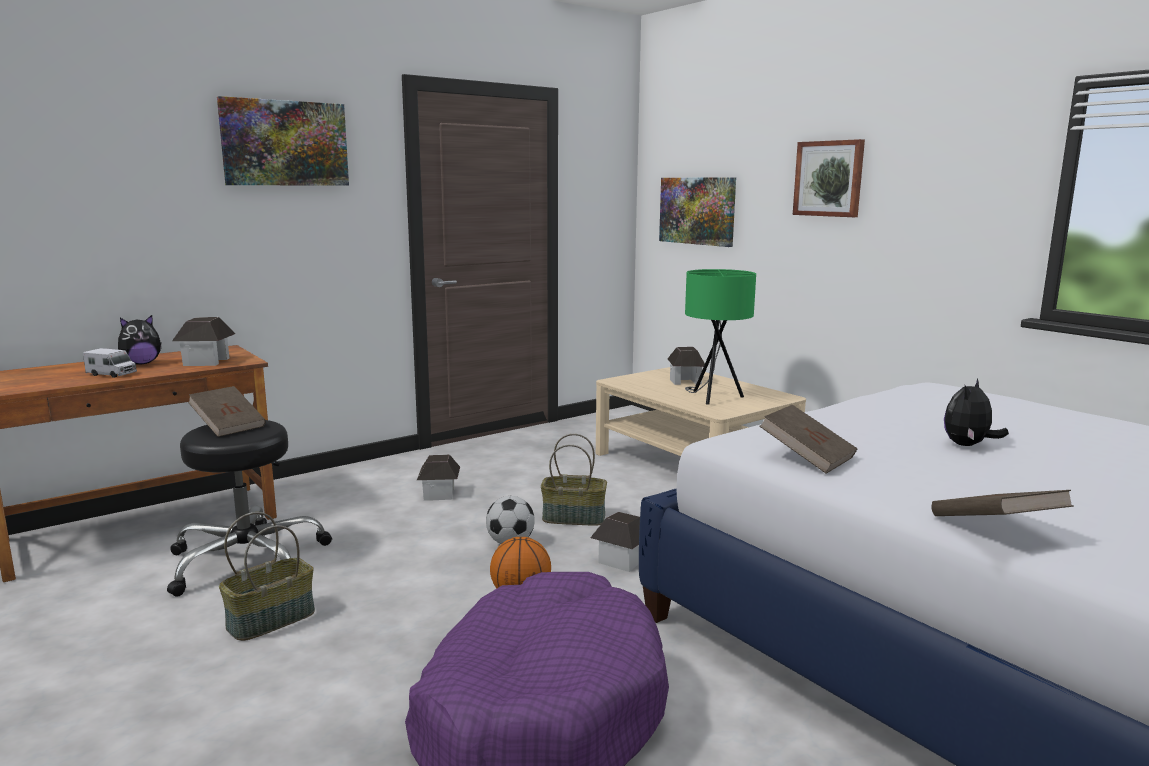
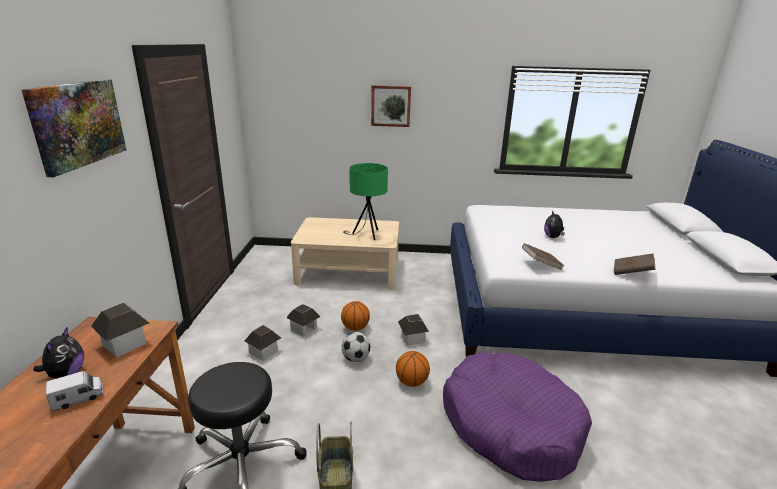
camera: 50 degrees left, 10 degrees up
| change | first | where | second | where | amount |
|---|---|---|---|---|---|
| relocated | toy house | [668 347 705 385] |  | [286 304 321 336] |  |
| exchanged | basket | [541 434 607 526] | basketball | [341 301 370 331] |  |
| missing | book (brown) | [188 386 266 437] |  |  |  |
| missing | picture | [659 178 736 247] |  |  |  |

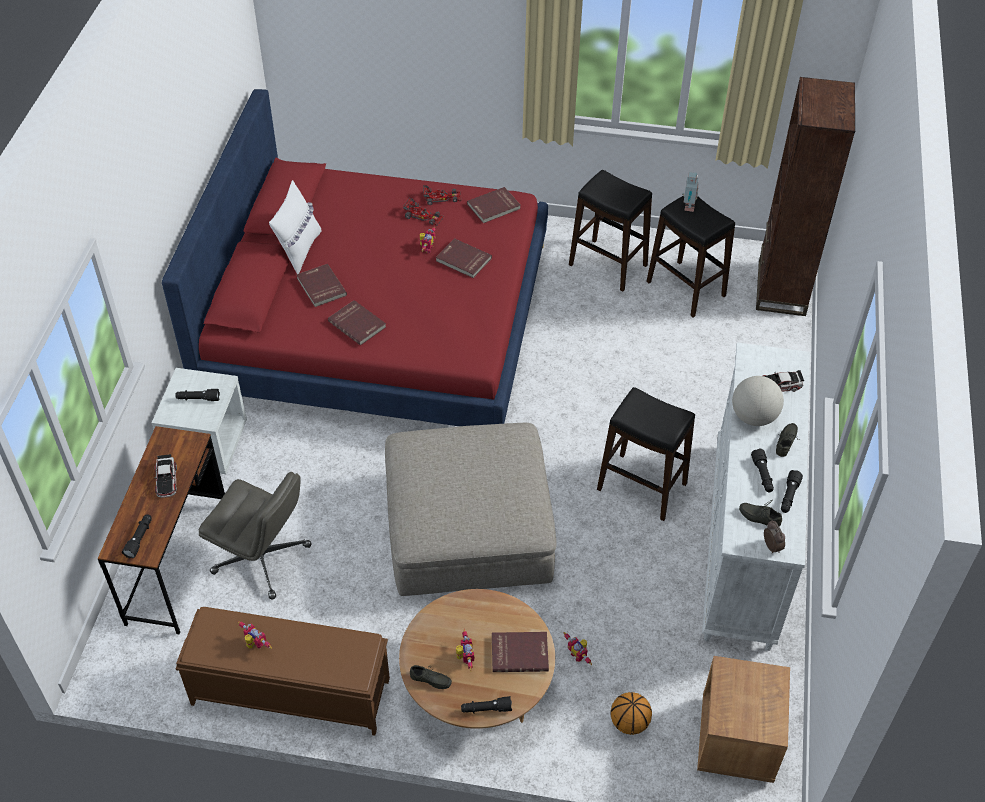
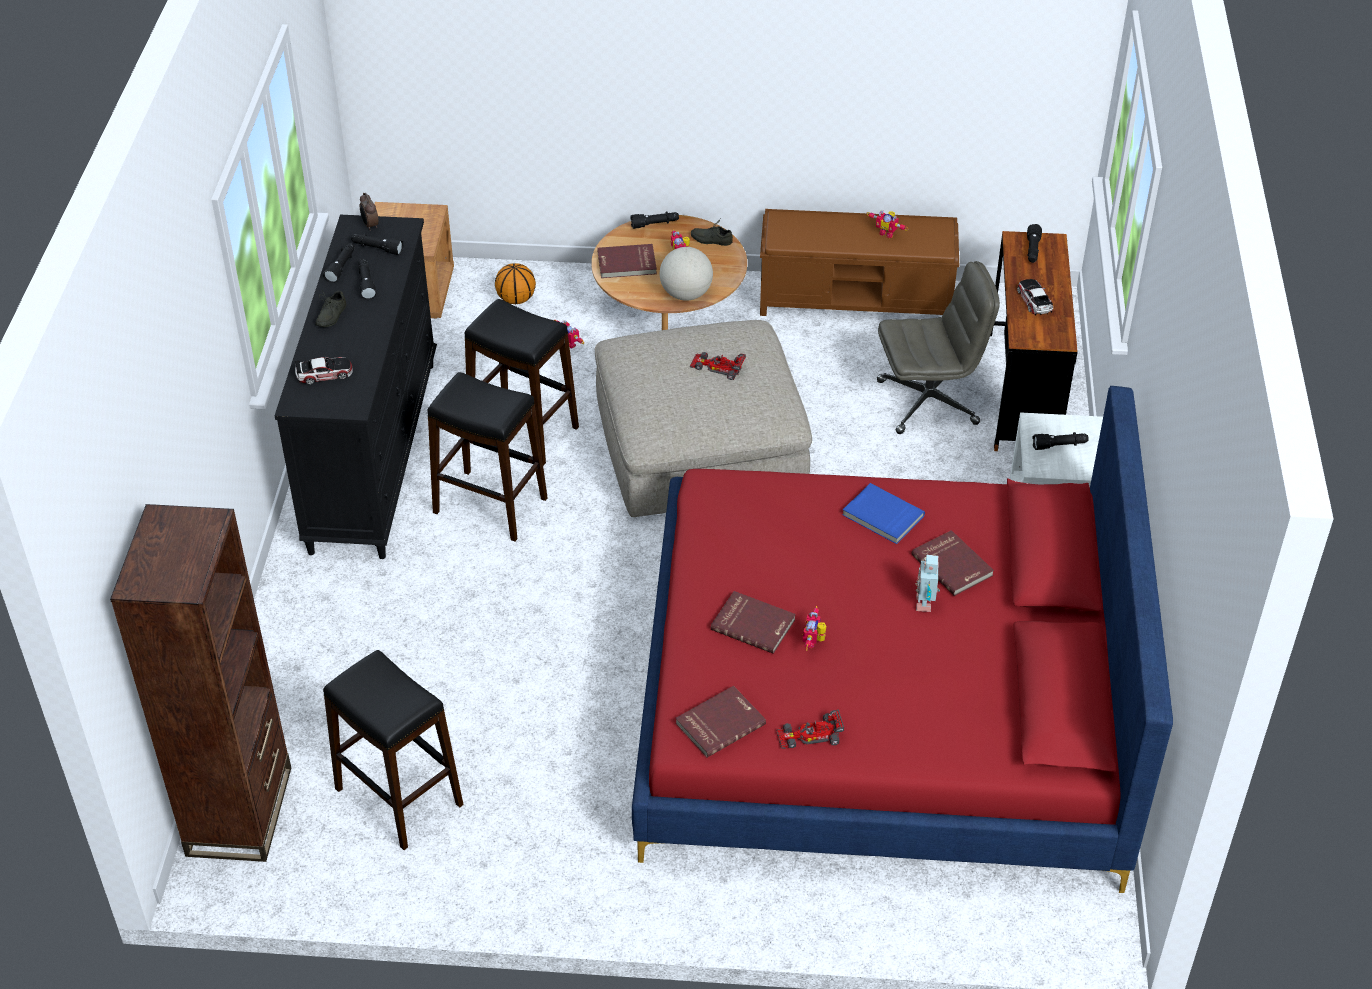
camera: 175 degrees right, 5 degrees down
| change | first | where | second | where | amount |
|---|---|---|---|---|---|
| colour | dresser (white) | [702 343 810 651] | dresser (black) | [275 215 437 559] |  |
| exchanged | shoe (grey) | [739 500 782 527] | flashlight (black) | [351 234 404 255] |  |
| relocated | stool (black) | [569 170 652 291] |  | [465 299 579 466] |  |
| relocated | globe | [732 376 784 426] |  | [660 247 713 301] |  |
| relocated | toy car | [403 198 444 226] |  | [690 352 746 380] |  |
| colour | book (red) | [328 300 386 345] | book (blue) | [842 483 925 544] |  |
| spun | office chair (grey) | [199 472 312 600] |  | [877 261 1000 434] | 150 degrees clockwise |
| relocated | toy robot | [682 172 698 212] |  | [916 555 940 612] |  |
| missing | pillow (white) | [269 180 322 274] |  |  |  |

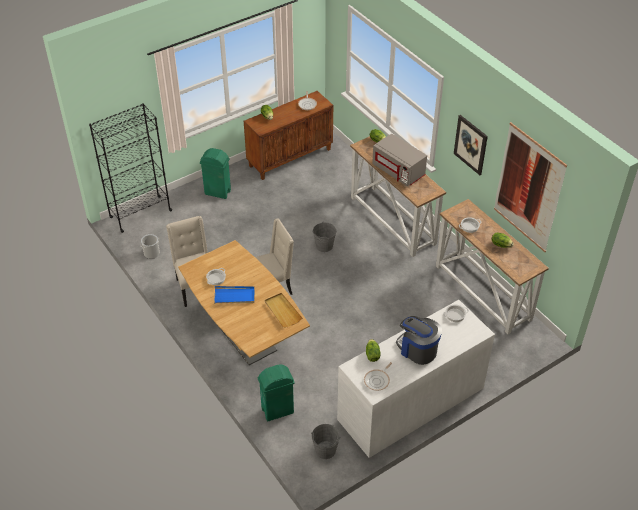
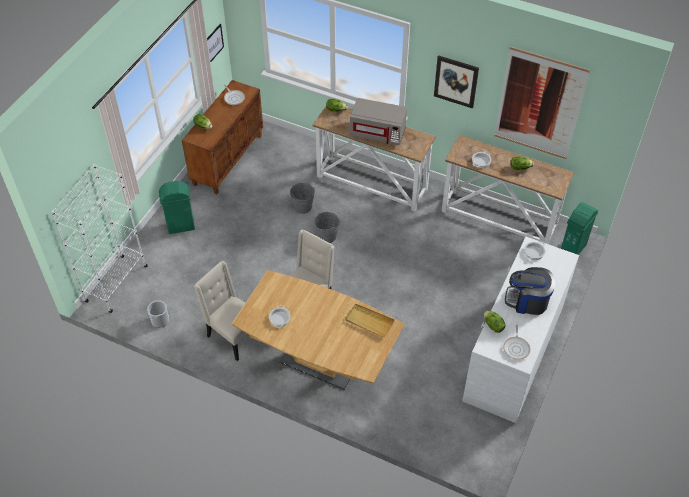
camera: 30 degrees left, 5 degrees up
| change | first | where | second | where | amount |
|---|---|---|---|---|---|
| colour | bookcase (black) | [89 103 172 233] | bookcase (white) | [52 164 148 313] |  |
| appeared |  |  | picture | [207 24 224 62] |  |
| relocated | bucket (grey) | [311 424 340 459] |  | [290 183 315 214] |  |
| relocated | trash can (green) | [258 365 295 422] |  | [561 202 598 255] |  |
| missing | tray (blue) | [214 286 255 303] |  |  |  |

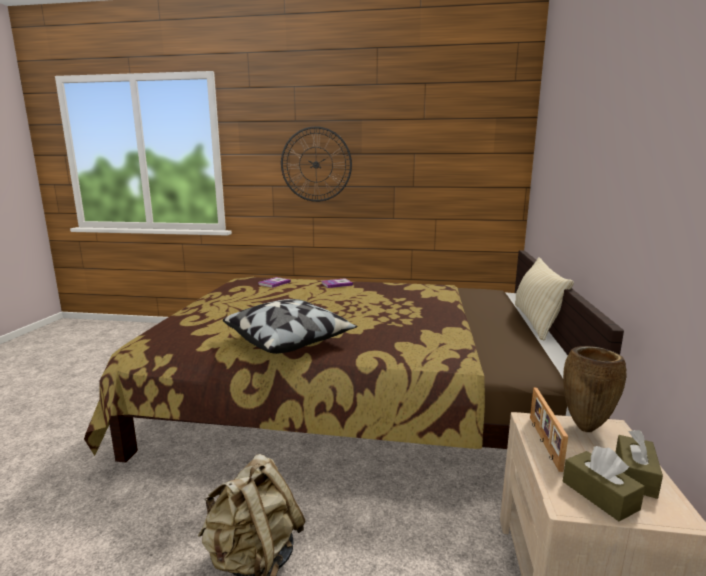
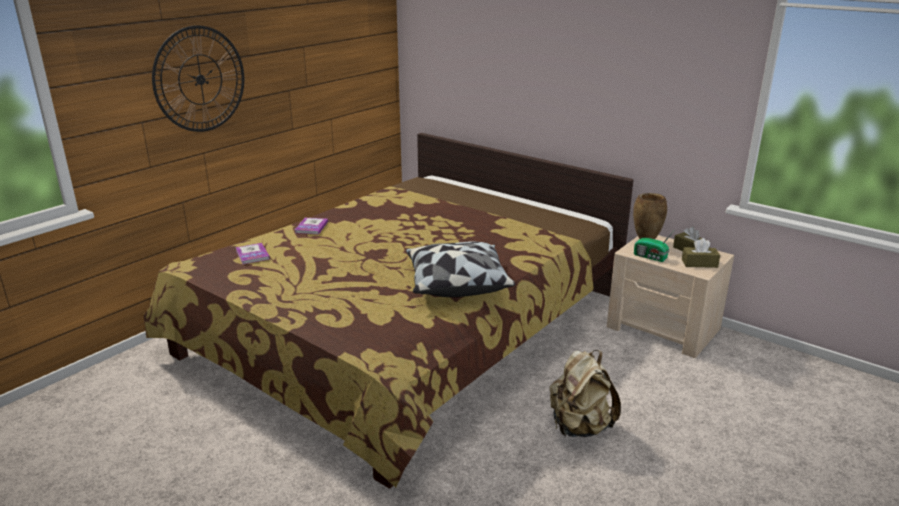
camera: 60 degrees left, 10 degrees up
| change | first | where | second | where | amount |
|---|---|---|---|---|---|
| exchanged | picture frame | [530 388 568 472] | radio | [634 232 673 262] |  |
| missing | pillow (beige) | [515 257 574 341] |  |  |  |

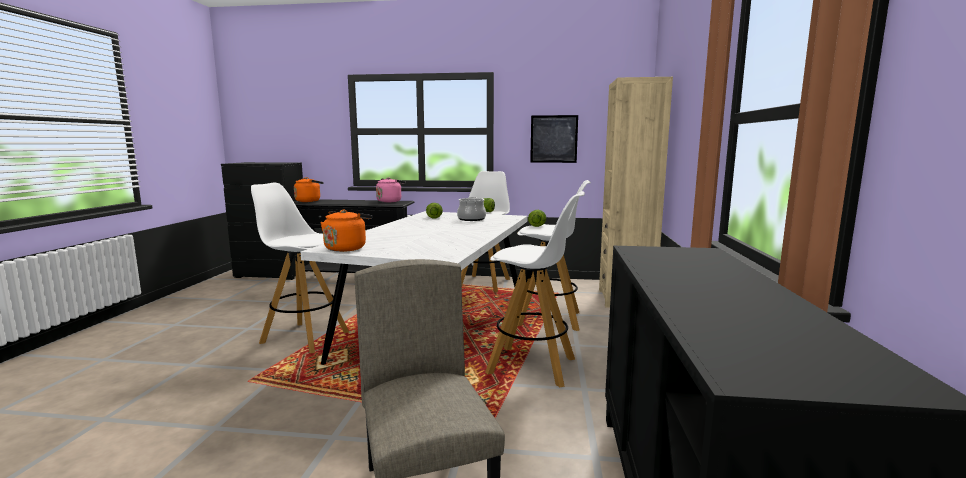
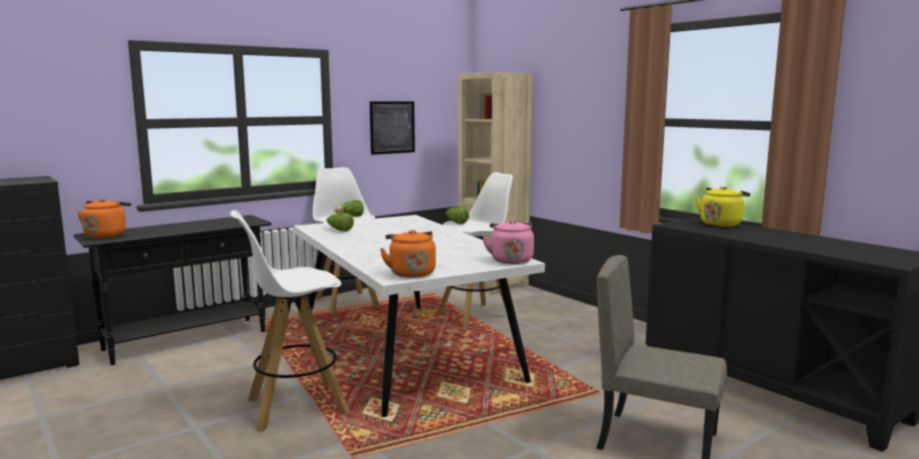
camera: 45 degrees left, 0 degrees up
| change | first | where | second | where | amount |
|---|---|---|---|---|---|
| relocated | kettle (pink) | [376 177 406 202] |  | [482 220 534 264] |  |
| appeared |  |  | kettle (yellow) | [695 186 750 227] |  |
| missing | cooking pot | [457 197 486 221] |  |  |  |
| missing | stool (white) | [485 191 585 387] |  |  |  |

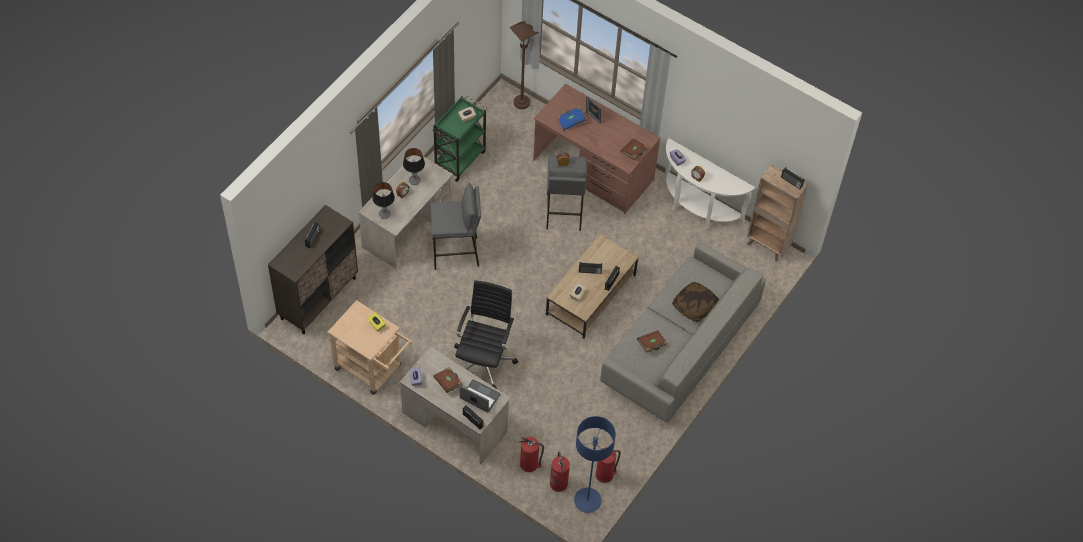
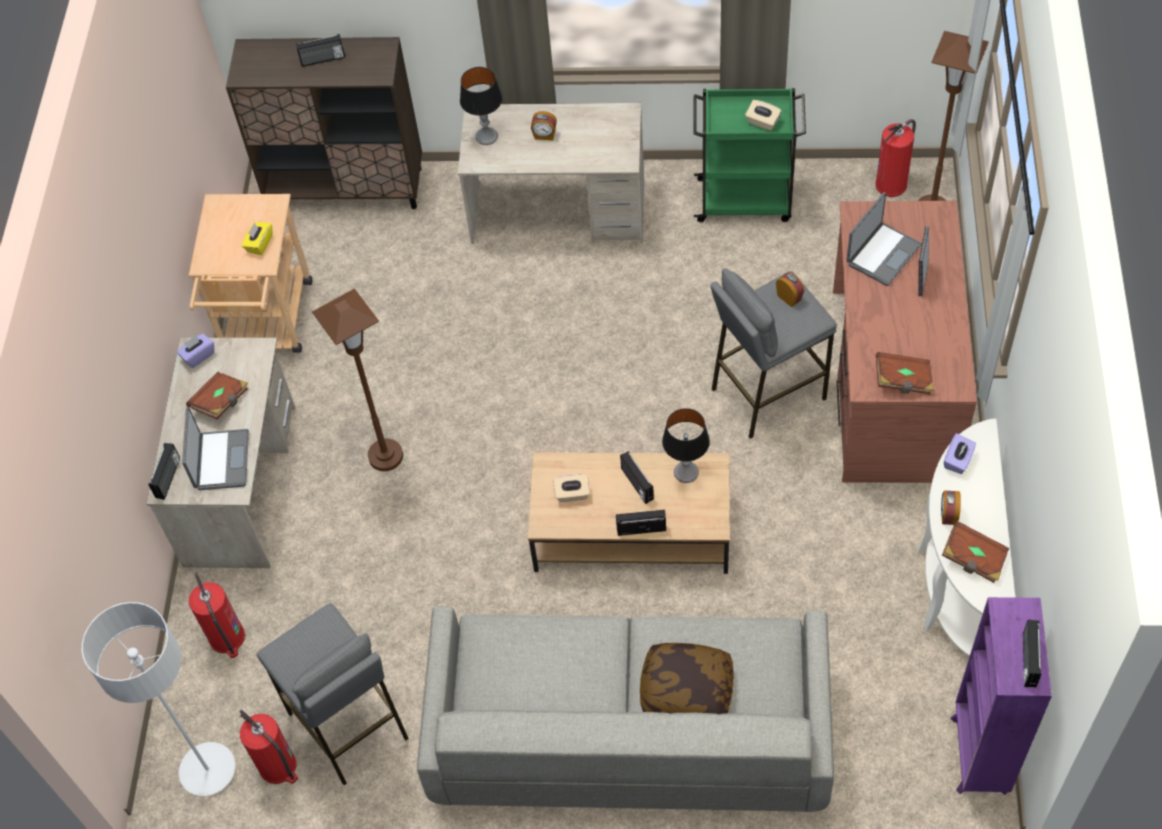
camera: 65 degrees right, 0 degrees up
| change | first | where | second | where | amount |
|---|---|---|---|---|---|
| colour | floor lamp (blue) | [574 416 616 513] | floor lamp (grey) | [82 602 235 796] |  |
| relocated | stool (grey) | [430 183 481 270] |  | [257 603 409 785] |  |
| exchanged | office chair (black) | [454 280 518 389] | floor lamp (brown) | [312 288 403 471] |  |
| relocated | table lamp | [403 148 425 185] |  | [662 408 710 483] |  |
| exchanged | book (blue) | [557 106 586 131] | laptop | [846 192 922 286] |  |
| relocated | fire extinguisher | [550 452 570 492] |  | [875 119 916 197] |  |
| relocated | book (brown) | [637 330 668 353] |  | [942 521 1009 583] |  |
| colour | bookcase (brown) | [747 164 808 262] | bookcase (purple) | [950 597 1052 795] |  |

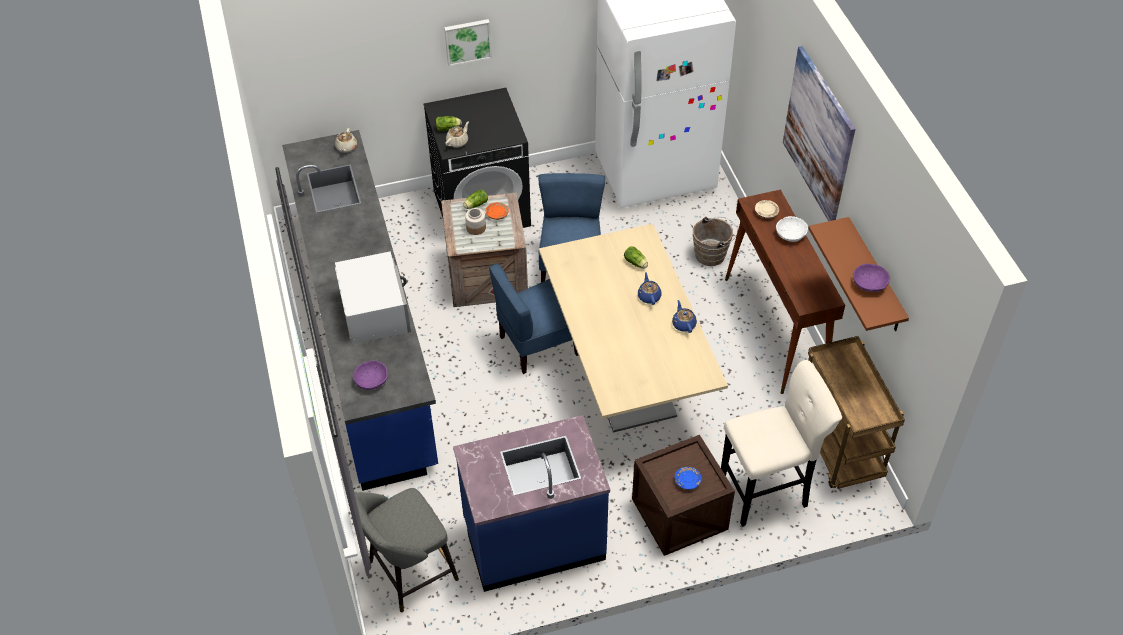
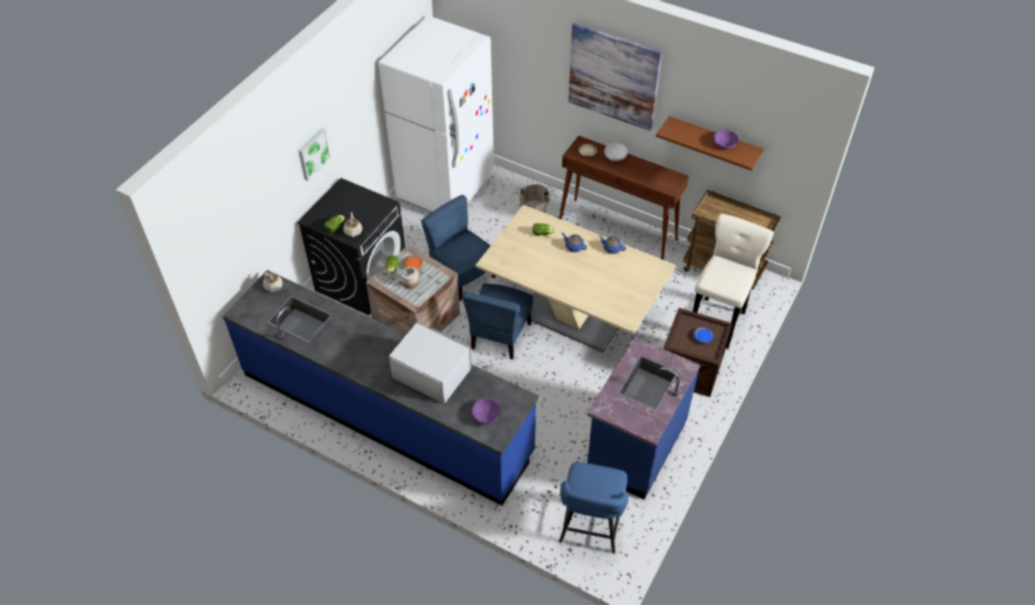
camera: 45 degrees left, 0 degrees up
| change | first | where | second | where | amount |
|---|---|---|---|---|---|
| colour | stool (grey) | [355 488 459 612] | stool (blue) | [559 462 629 553] |  |

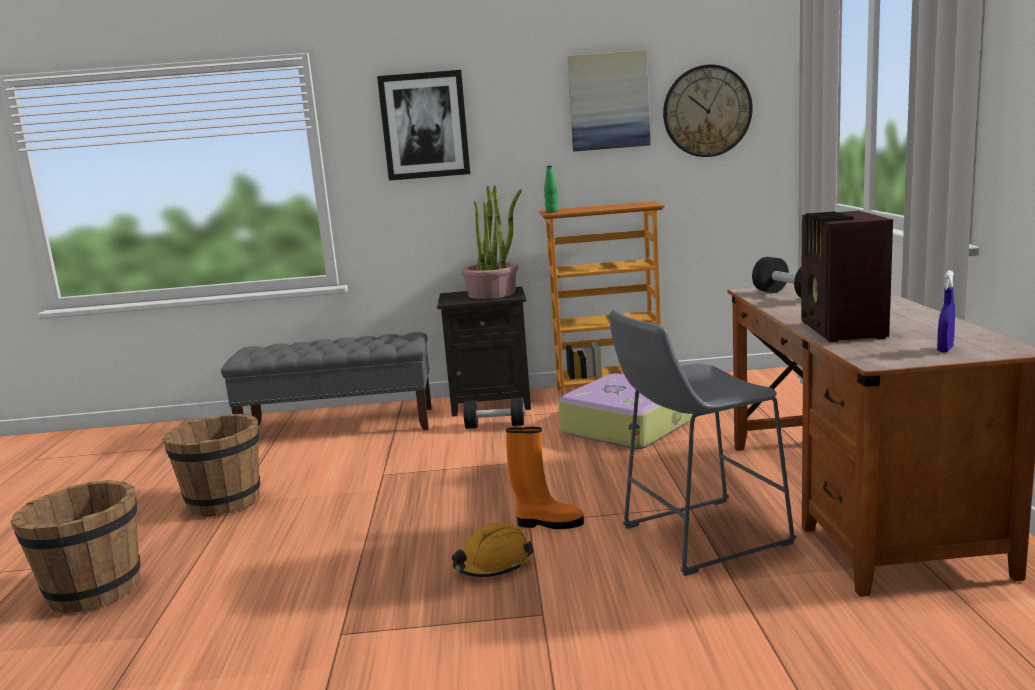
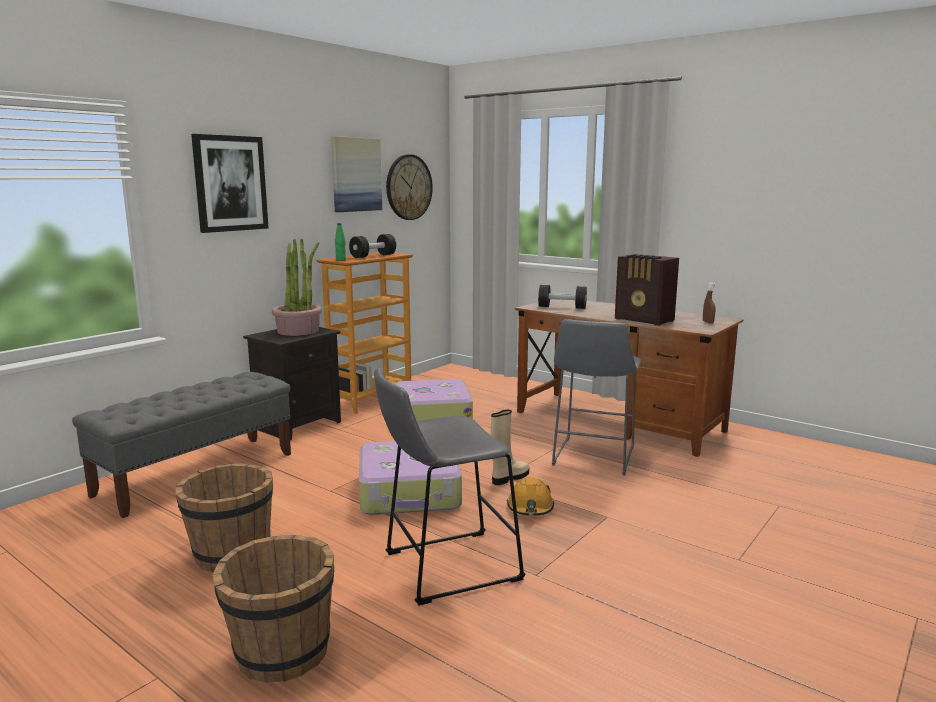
camera: 50 degrees left, 0 degrees up
| change | first | where | second | where | amount |
|---|---|---|---|---|---|
| relocated | dumbbell (black) | [463 397 525 429] |  | [349 234 396 258] |  |
| appeared |  |  | suitcase | [359 441 462 515] |  |
| appeared |  |  | stool (grey) | [374 368 526 606] |  |
| colour | boot (orange) | [506 427 584 529] | boot (beige) | [491 410 529 485] |  |
| colour | spray bottle (blue) | [937 270 955 352] | spray bottle (brown) | [703 282 716 323] |  |

